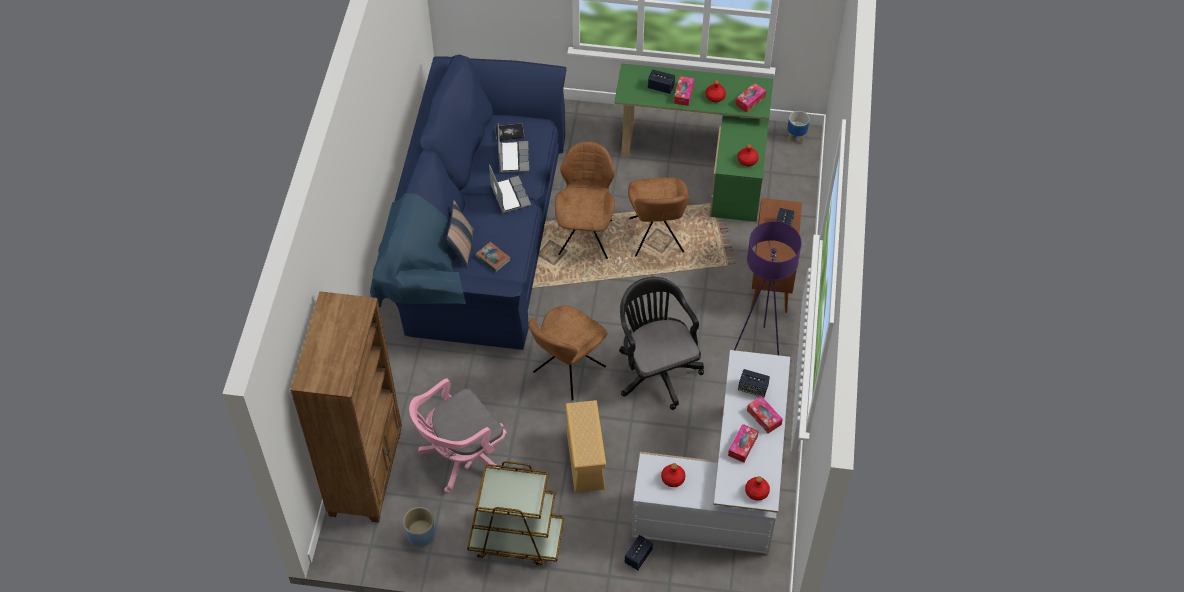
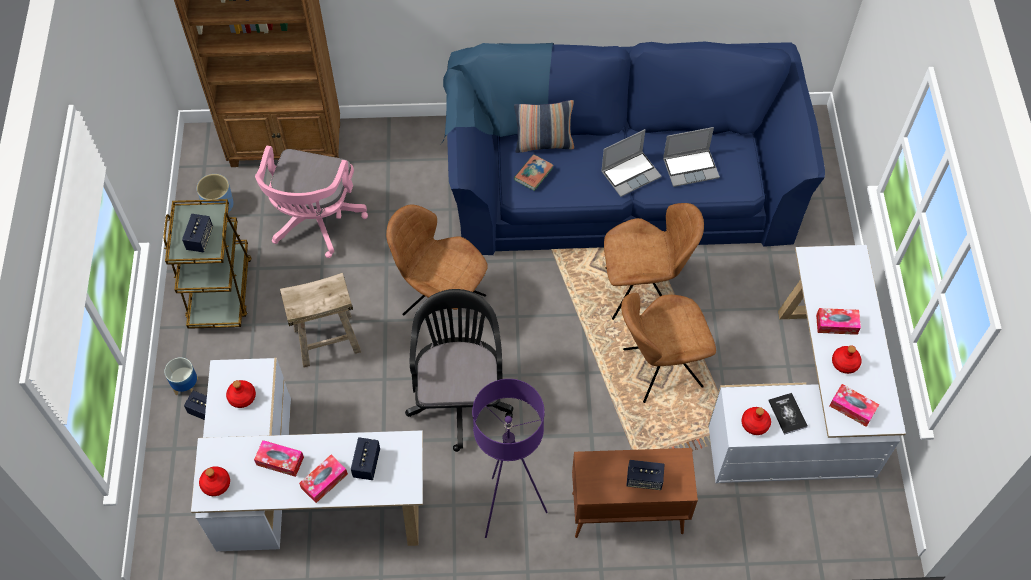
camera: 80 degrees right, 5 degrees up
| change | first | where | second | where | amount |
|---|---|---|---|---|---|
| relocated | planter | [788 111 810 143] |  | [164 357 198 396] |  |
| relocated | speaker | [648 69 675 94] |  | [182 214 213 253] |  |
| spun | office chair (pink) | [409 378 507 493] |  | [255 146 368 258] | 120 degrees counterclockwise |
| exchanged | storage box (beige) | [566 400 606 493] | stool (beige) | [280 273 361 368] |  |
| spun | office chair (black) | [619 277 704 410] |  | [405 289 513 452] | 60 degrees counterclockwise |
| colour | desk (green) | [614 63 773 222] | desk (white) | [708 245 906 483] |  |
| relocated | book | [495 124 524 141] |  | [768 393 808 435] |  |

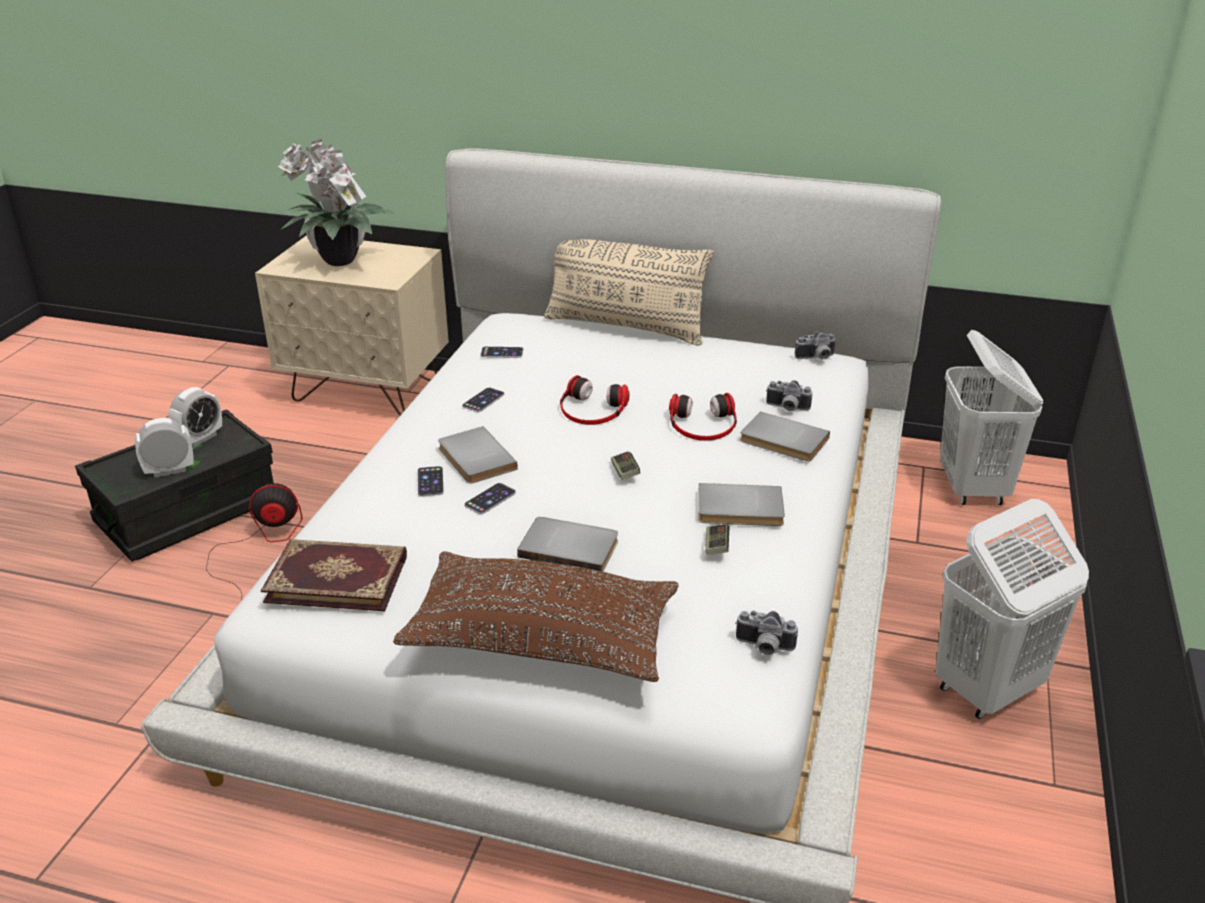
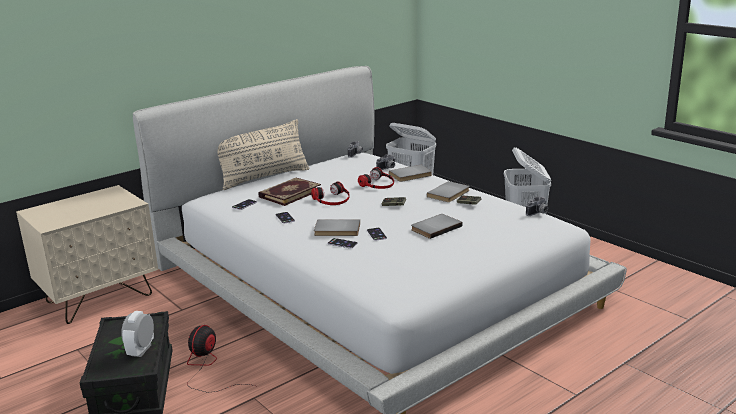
camera: 55 degrees left, 10 degrees down
| change | first | where | second | where | amount |
|---|---|---|---|---|---|
| relocated | book | [261 539 407 611] |  | [258 177 321 206] |  |
| missing | alarm clock | [169 387 222 447] |  |  |  |
| missing | potted plant | [278 139 395 266] |  |  |  |
| missing | pillow (brown) | [393 551 679 682] |  |  |  |

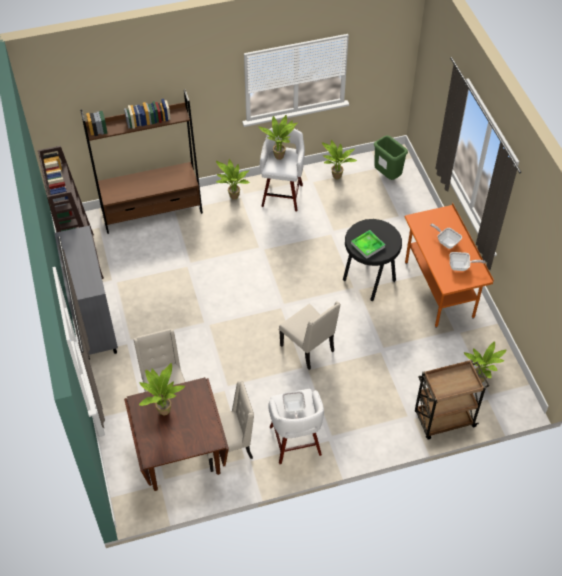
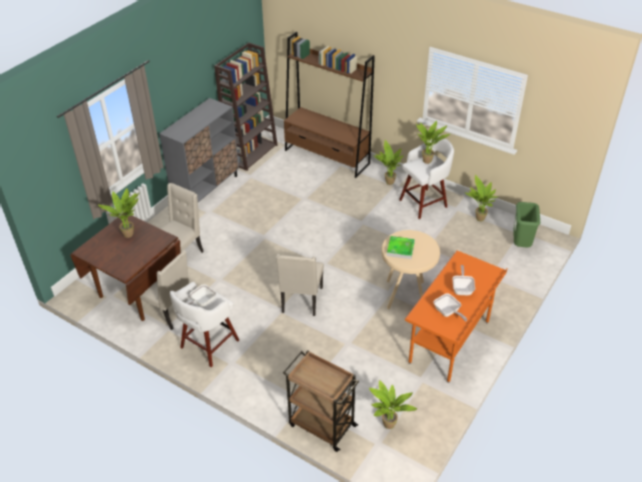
camera: 50 degrees right, 10 degrees down
| change | first | where | second | where | amount |
|---|---|---|---|---|---|
| colour | stool (black) | [343 219 402 301] | stool (beige) | [381 230 440 310] |  |

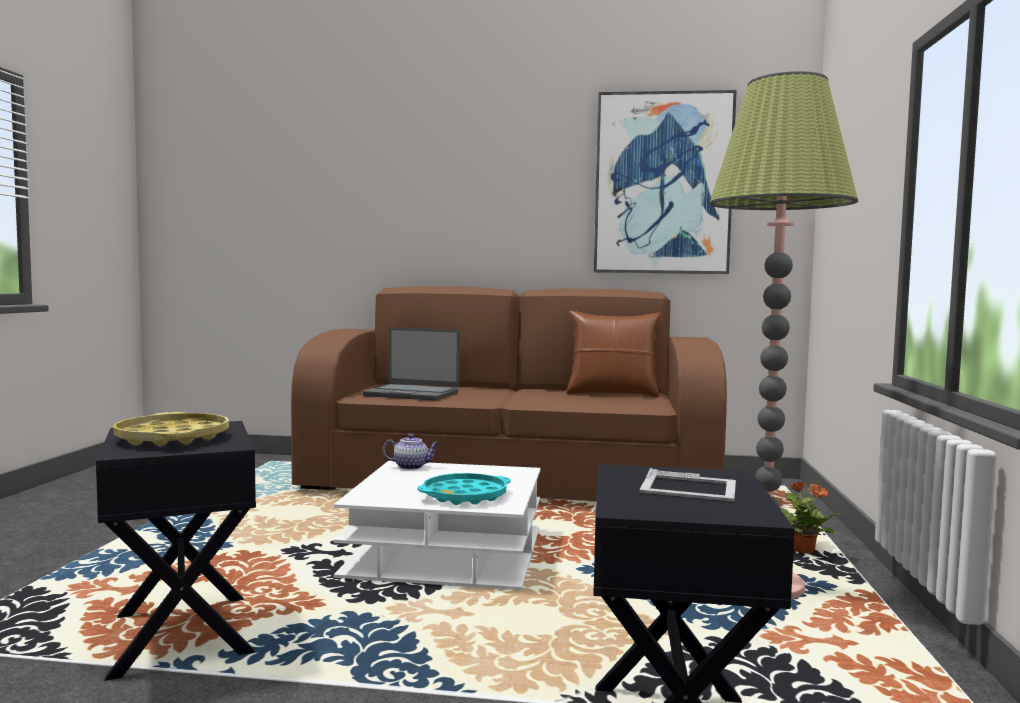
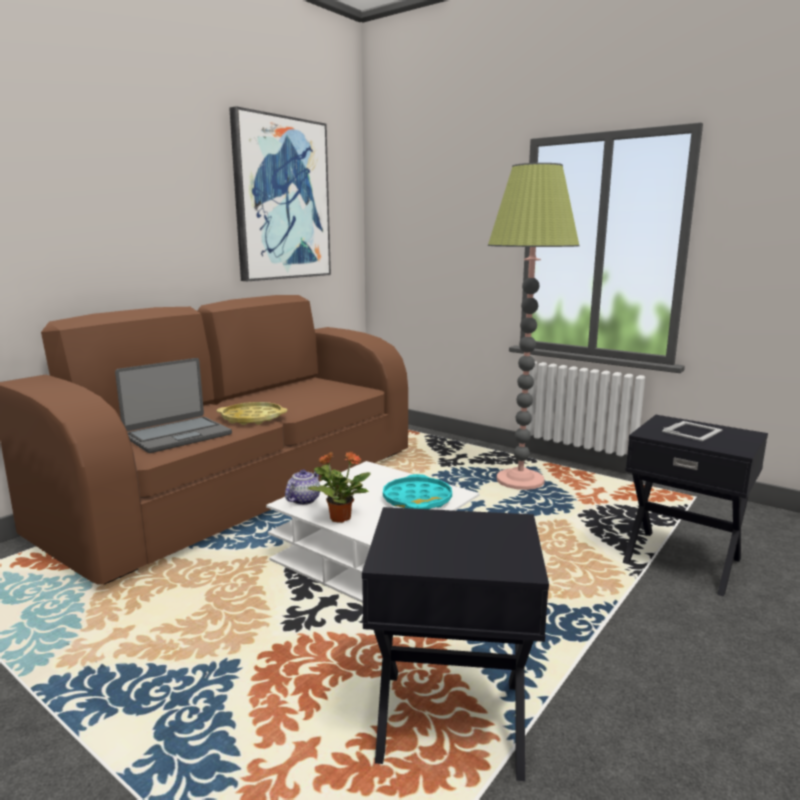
camera: 60 degrees left, 10 degrees up
| change | first | where | second | where | amount |
|---|---|---|---|---|---|
| relocated | tray (yellow) | [113 412 229 446] |  | [217 402 287 425] |  |
| relocated | potted plant | [781 481 838 553] |  | [307 452 371 523] |  |
| missing | pillow (brown) | [566 311 661 397] |  |  |  |

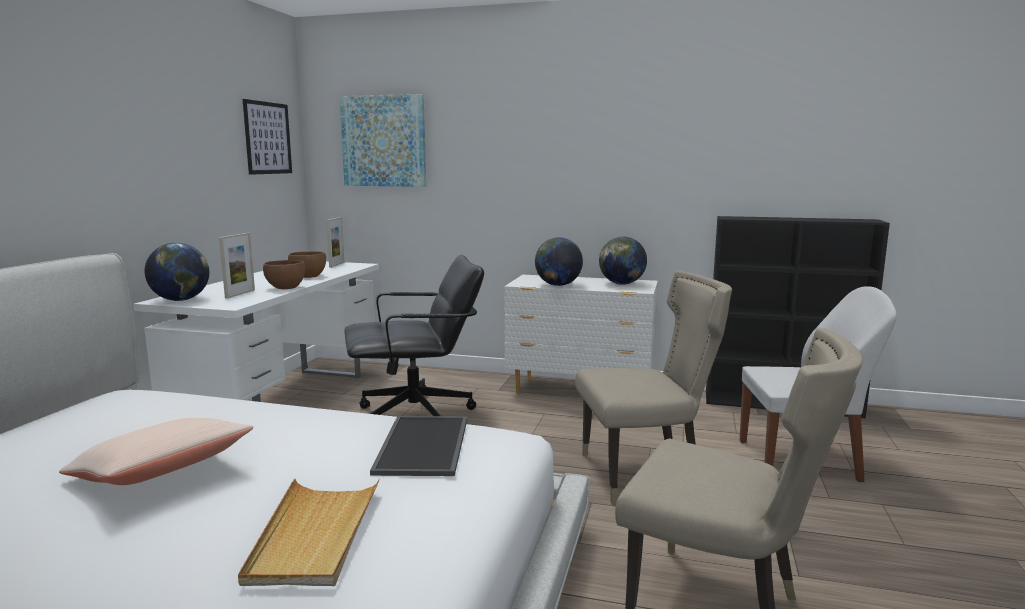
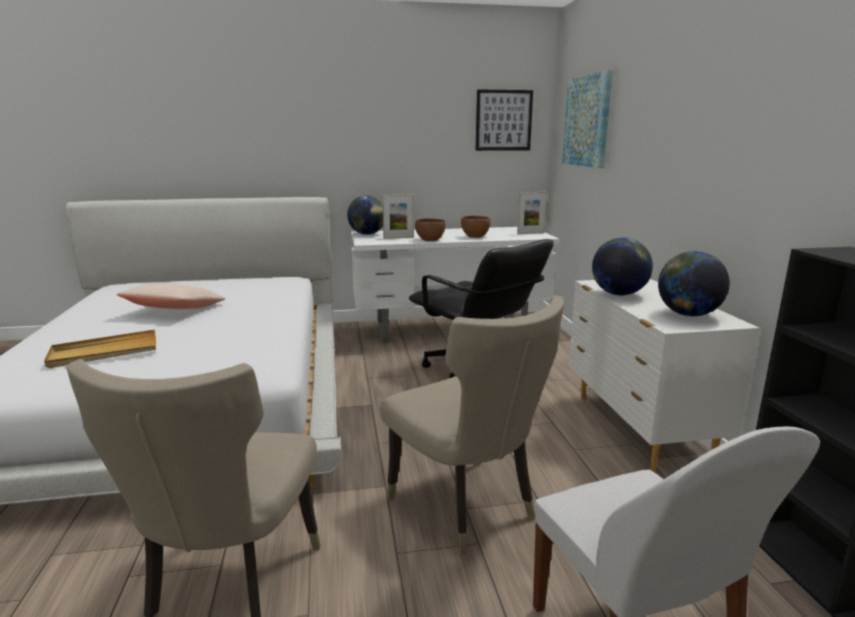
camera: 65 degrees right, 5 degrees up
| change | first | where | second | where | amount |
|---|---|---|---|---|---|
| missing | tray | [370 416 467 476] |  |  |  |

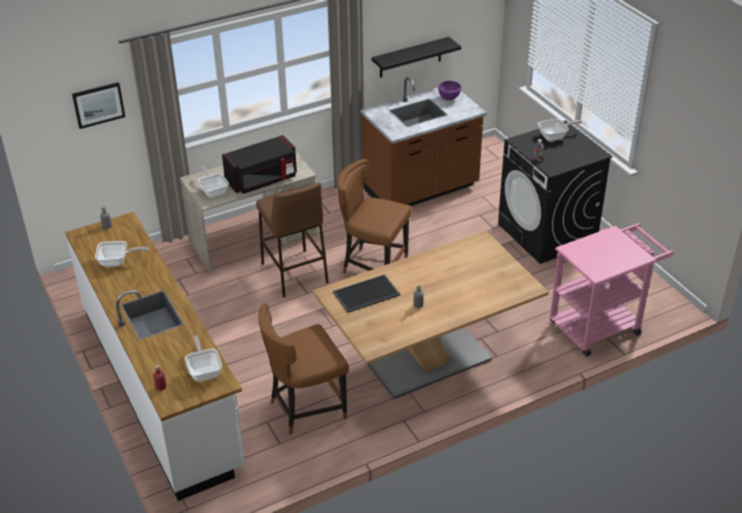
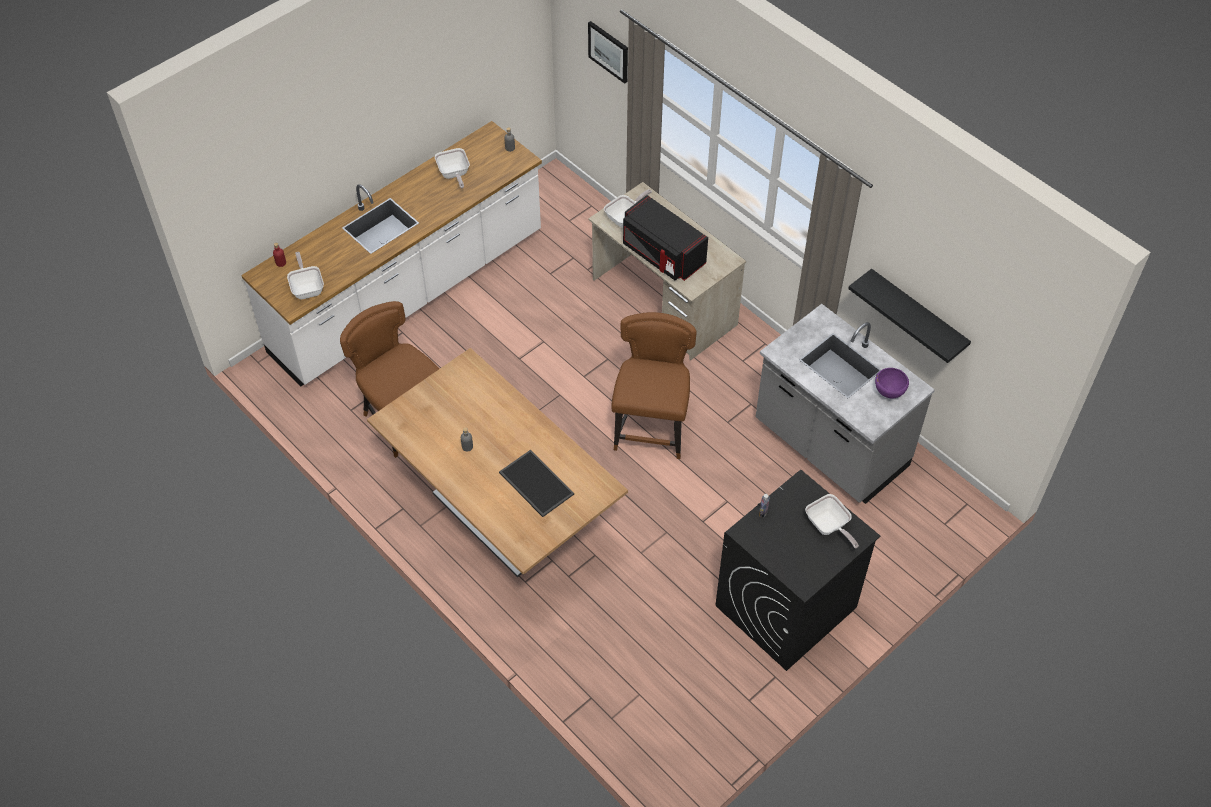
camera: 75 degrees right, 15 degrees up
| change | first | where | second | where | amount |
|---|---|---|---|---|---|
| spun | frying pan | [185 336 222 381] |  | [287 252 324 299] | 75 degrees counterclockwise |
| relocated | tray | [333 274 400 313] |  | [499 450 574 517] |  |
| colour | counter (brown) | [361 77 487 206] | counter (grey) | [755 304 935 504] |  |
| missing | stool (brown) | [256 183 329 298] |  |  |  |
| missing | cart (pink) | [549 223 674 356] |  |  |  |

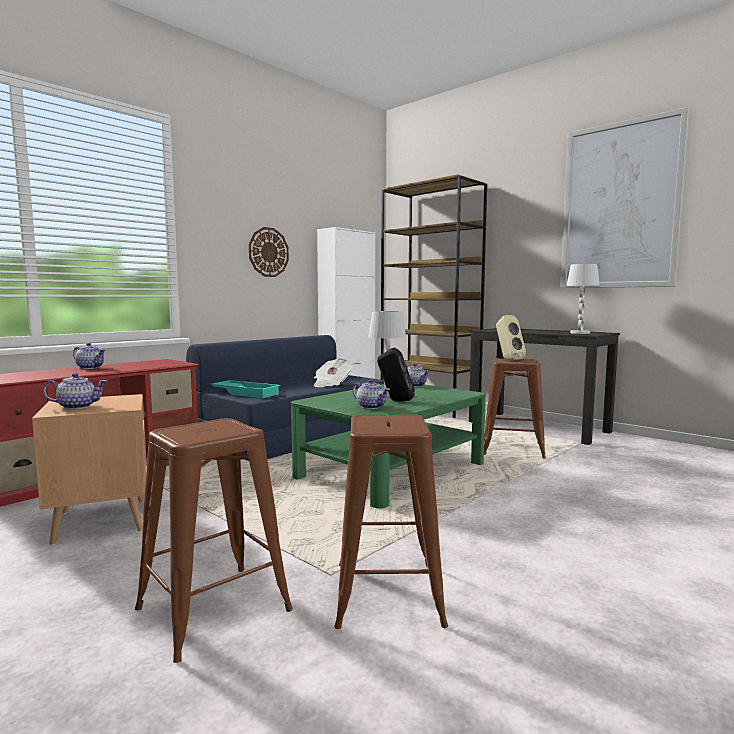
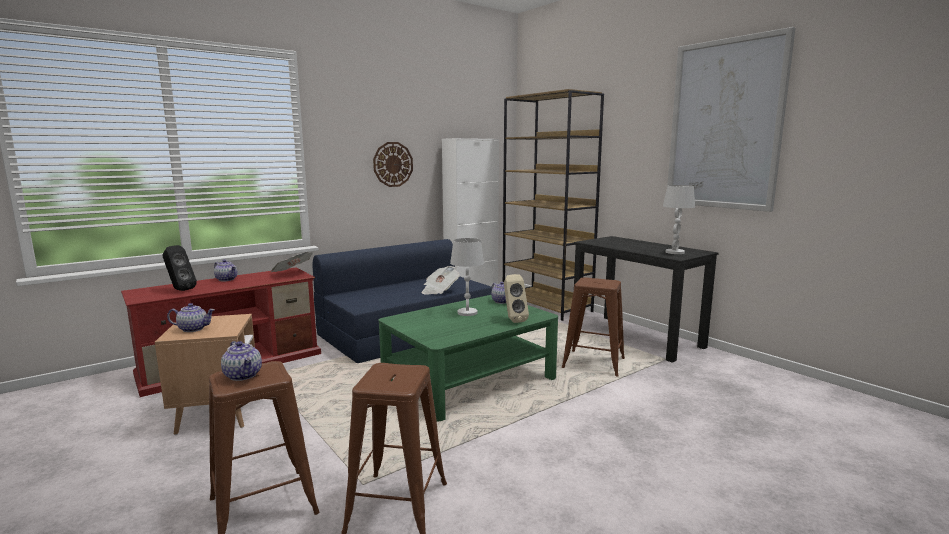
camera: 10 degrees right, 5 degrees up
| change | first | where | second | where | amount |
|---|---|---|---|---|---|
| relocated | speaker (black) | [377 348 415 402] |  | [162 245 197 291] |  |
| relocated | teapot | [353 379 390 409] |  | [221 341 262 381] |  |
| appeared |  |  | newspaper | [271 252 313 272] |  |
| relocated | speaker (beige) | [496 315 526 360] |  | [504 274 529 323] |  |
| missing | tray (turquoise) | [211 380 281 398] |  |  |  |

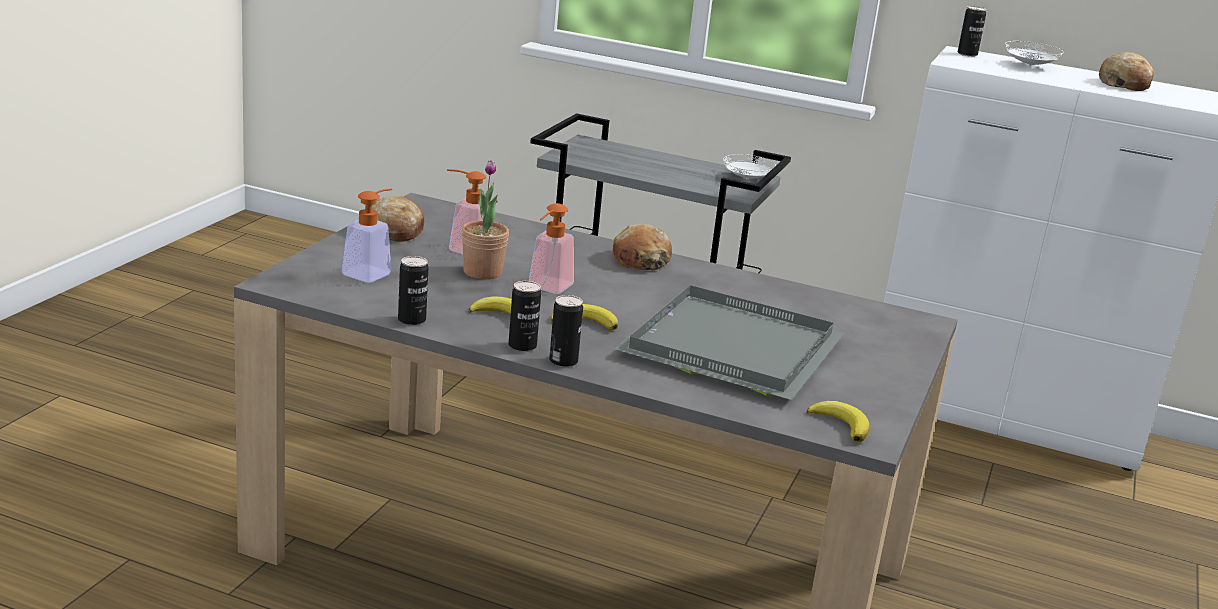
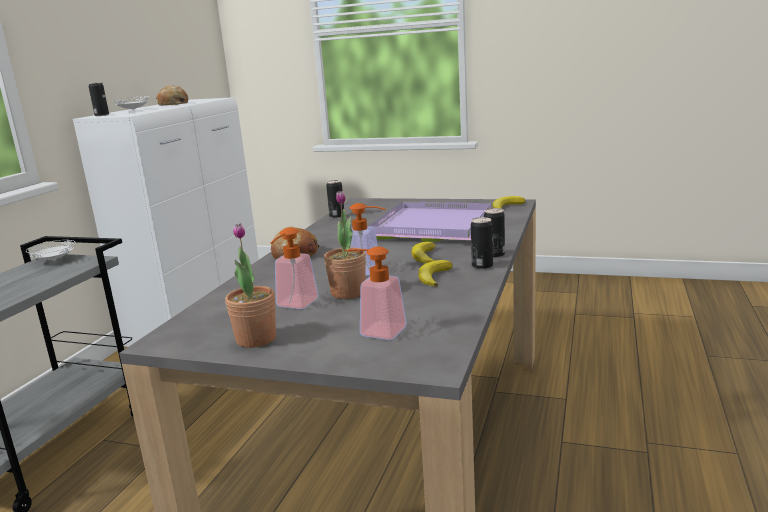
camera: 90 degrees left, 5 degrees down
| change | first | where | second | where | amount |
|---|---|---|---|---|---|
| exchanged | bread | [372 196 424 242] | potted plant | [225 223 276 348] |  |
| relocated | can | [398 256 429 326] |  | [326 180 344 218] |  |
| colour | tray (grey) | [614 285 844 400] | tray (purple) | [369 201 491 242] |  |

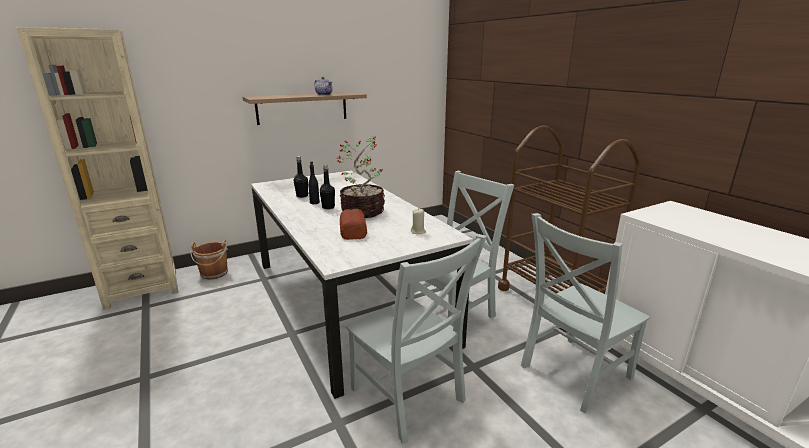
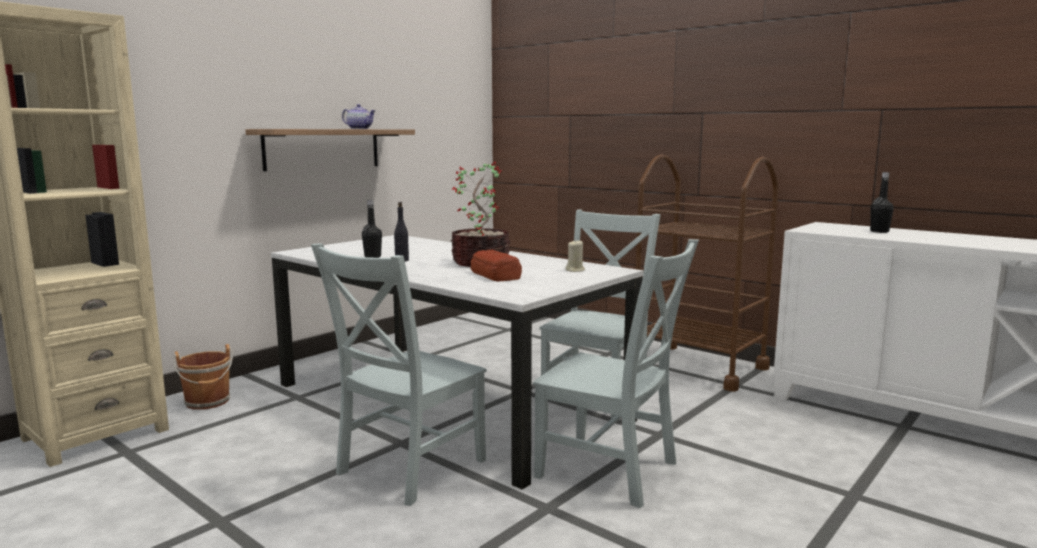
camera: 20 degrees left, 10 degrees down
| change | first | where | second | where | amount |
|---|---|---|---|---|---|
| relocated | chair (grey) | [521 213 650 413] |  | [311 243 487 506] |  |
| relocated | bottle (black) | [320 165 335 209] |  | [870 172 894 233] |  |

